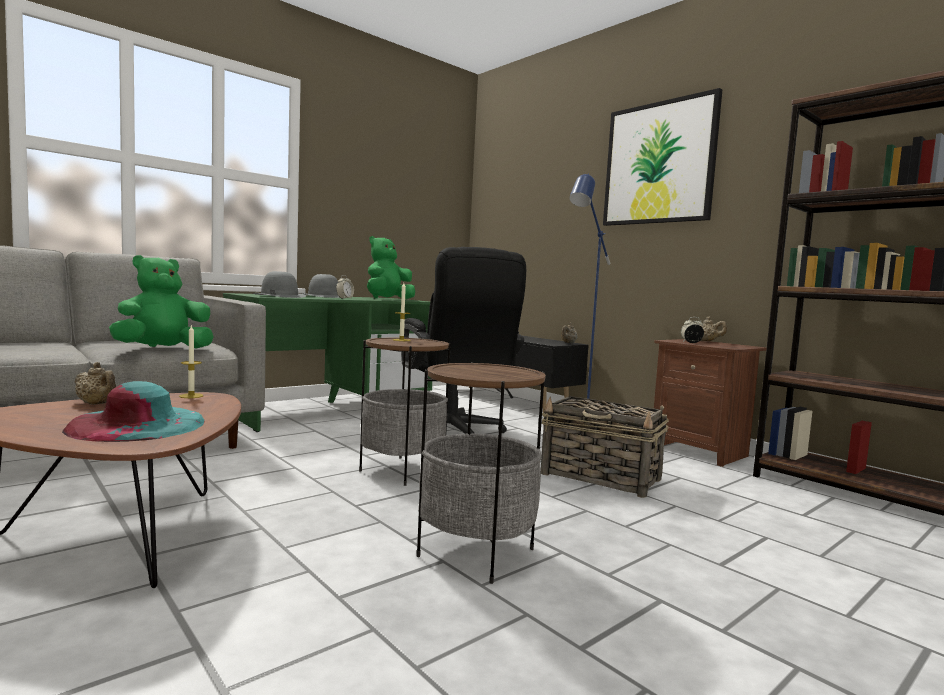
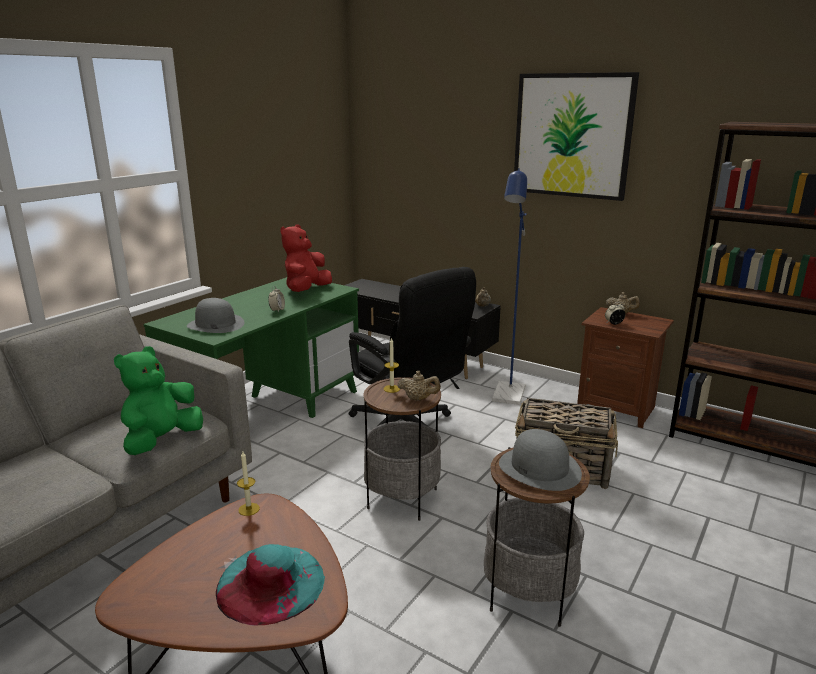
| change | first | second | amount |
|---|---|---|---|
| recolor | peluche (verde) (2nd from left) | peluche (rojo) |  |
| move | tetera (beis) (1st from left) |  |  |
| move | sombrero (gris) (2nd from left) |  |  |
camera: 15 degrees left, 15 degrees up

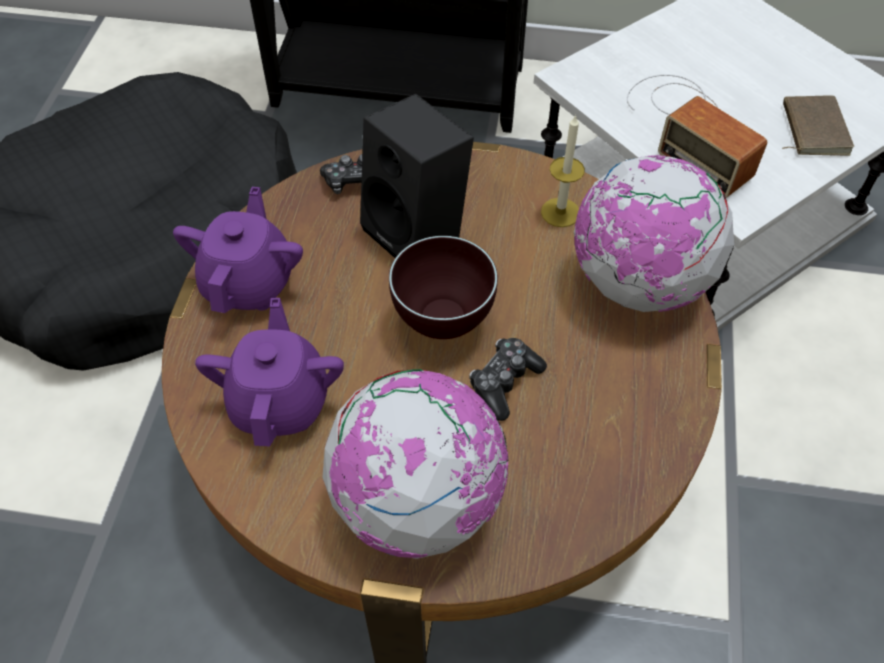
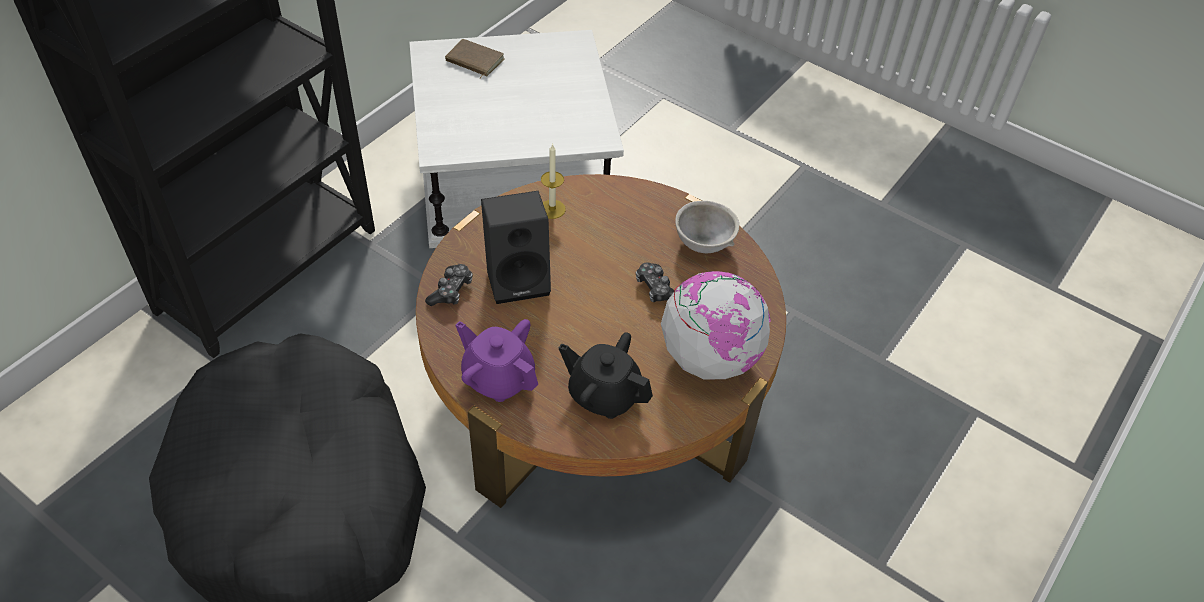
| change | first | second | amount |
|---|---|---|---|
| move | libro (marrón) |  |  |
| recolor | tetera (morado) (2nd from left) | tetera (negro) |  |
| insert |  | cuenco (gris) |  |
| delete | cuenco (marrón) |  |  |
| delete | globo terráqueo (2nd from left) |  |  |
| delete | radio |  |  |
camera: 65 degrees left, 5 degrees down

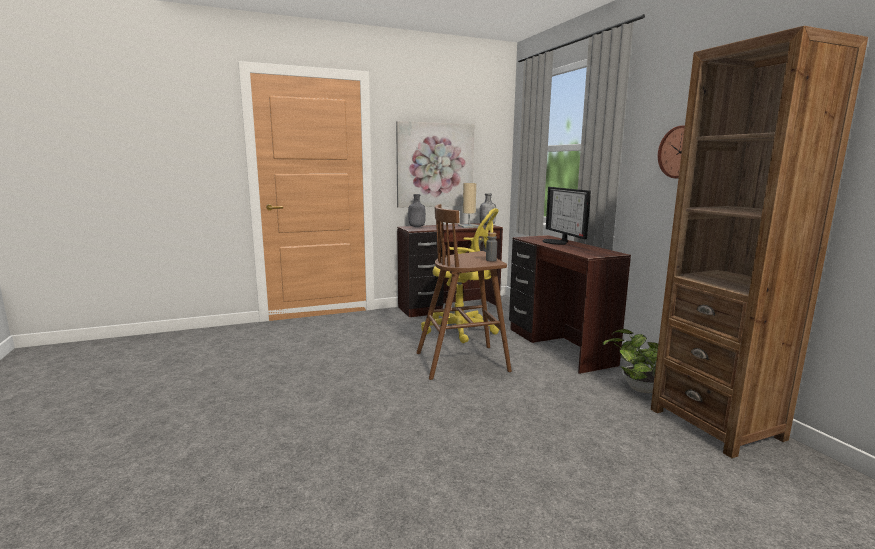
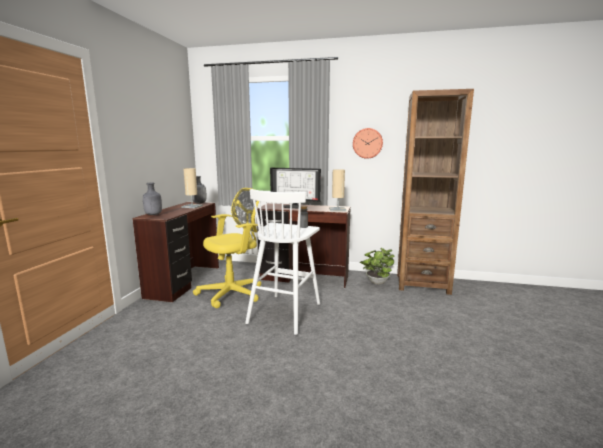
| change | first | second | amount |
|---|---|---|---|
| recolor | taburete (marrón) | taburete (blanco) |  |
| insert |  | lámpara de mesa (beis) (2nd from left) |  |
| delete | cuadro |  |  |
camera: 55 degrees left, 0 degrees up

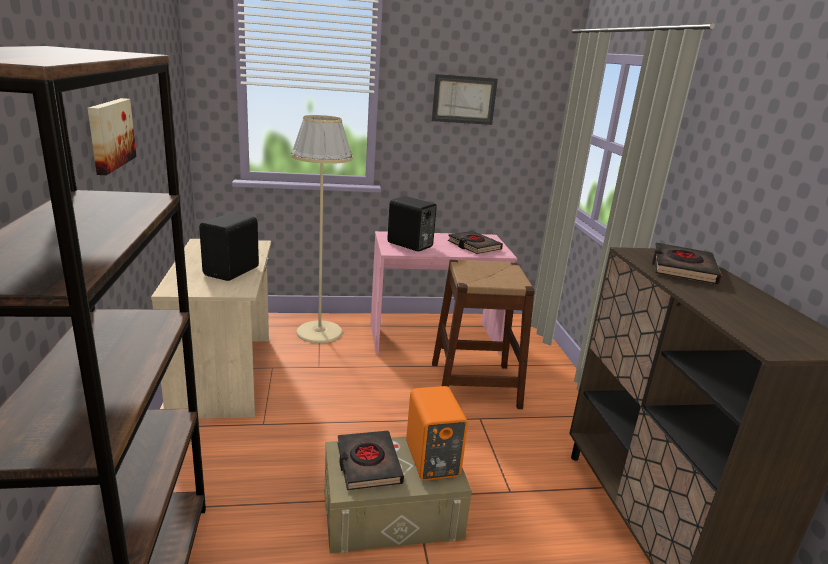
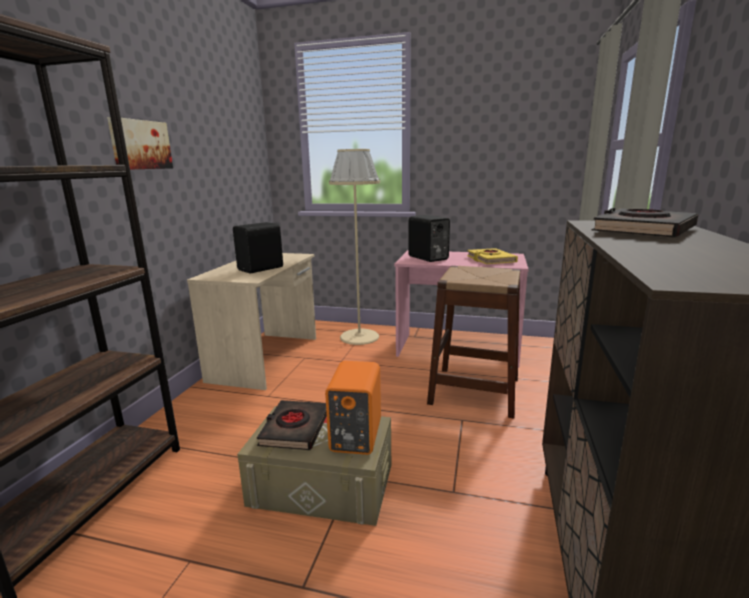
| change | first | second | amount |
|---|---|---|---|
| recolor | libro (negro) (2nd from left) | libro (amarillo) |  |
| delete | cuadro (2nd from left) |  |  |
camera: 25 degrees right, 5 degrees down

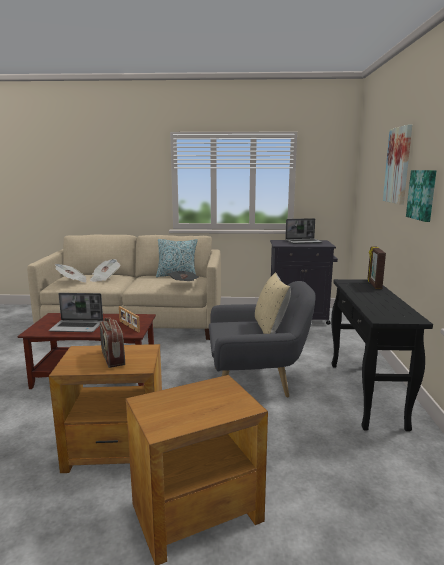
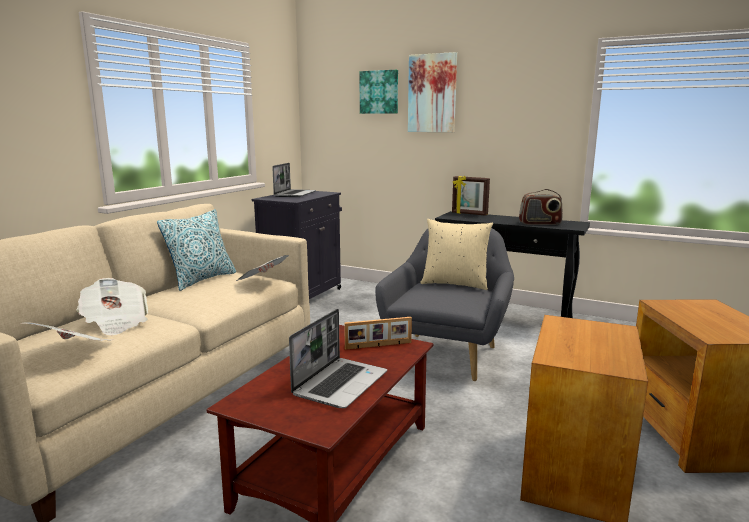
| change | first | second | amount |
|---|---|---|---|
| move | cuadro (2nd from left in the first image) | cuadro (1st from left) |  |
| move | radio |  |  |
camera: 65 degrees left, 0 degrees up

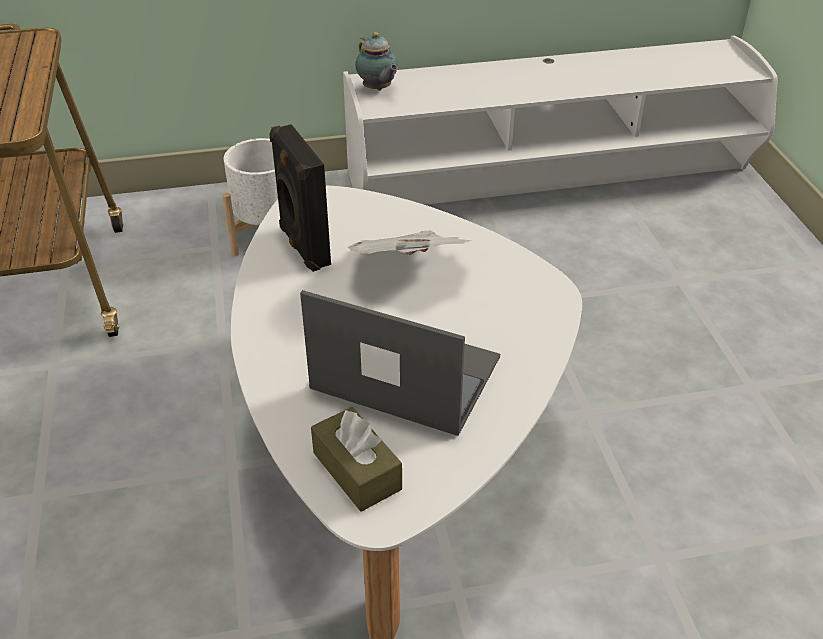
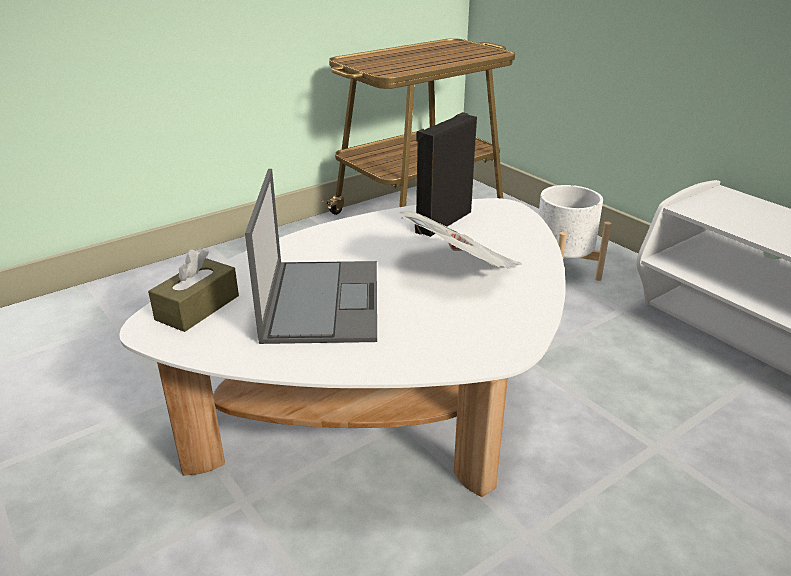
| change | first | second | amount |
|---|---|---|---|
| delete | tetera |  |  |
camera: 65 degrees right, 10 degrees down

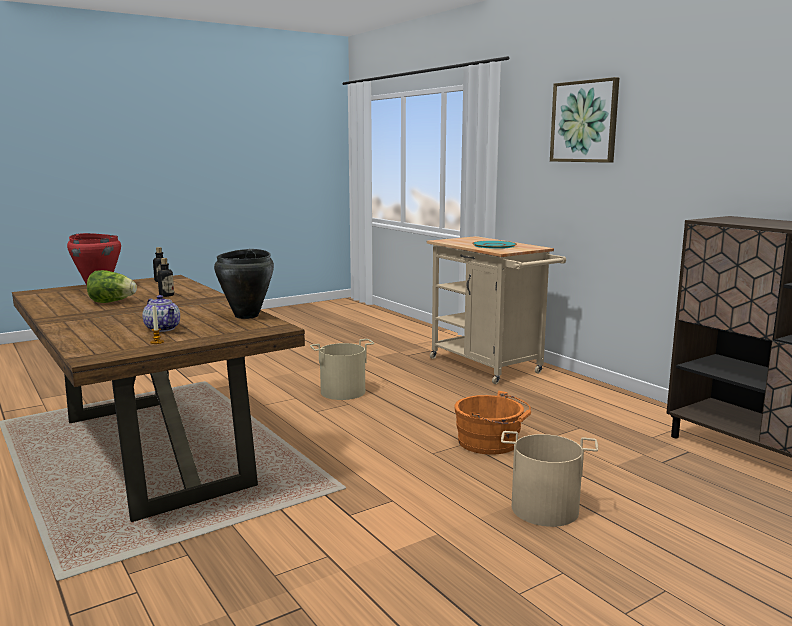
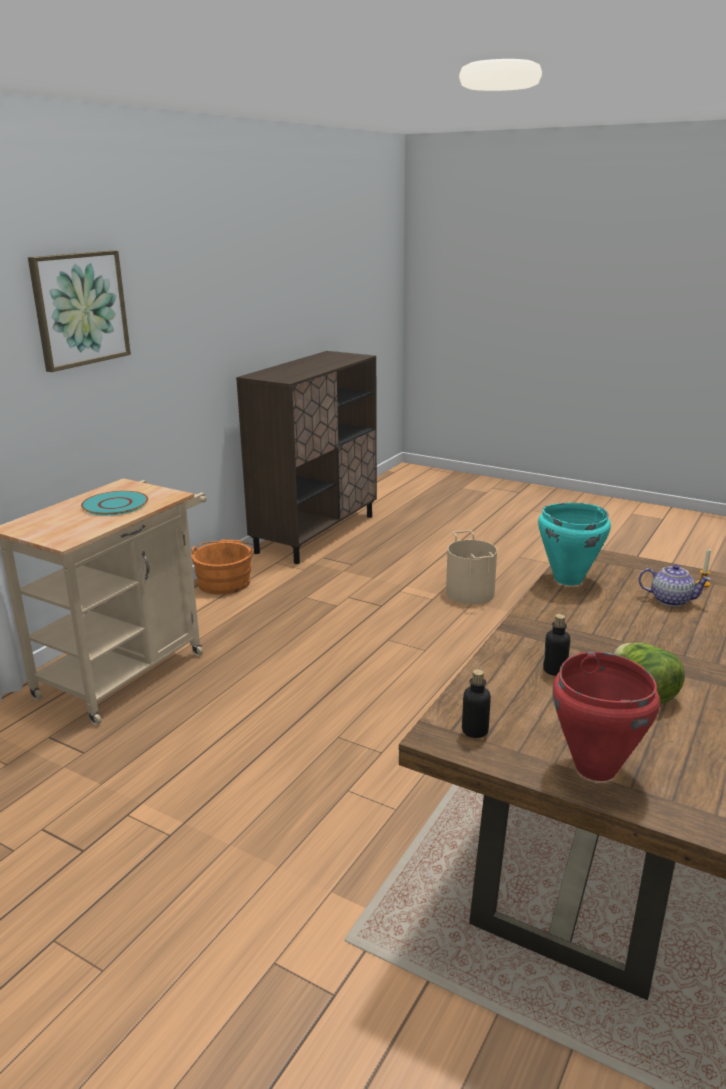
| change | first | second | amount |
|---|---|---|---|
| move | cubo (naranja) |  |  |
| recolor | olla (negro) | olla (turquesa) |  |
| rotate | tetera |  | 90 degrees clockwise |
| delete | cubo (beis) (1st from left) |  |  |
camera: 115 degrees left, 10 degrees up

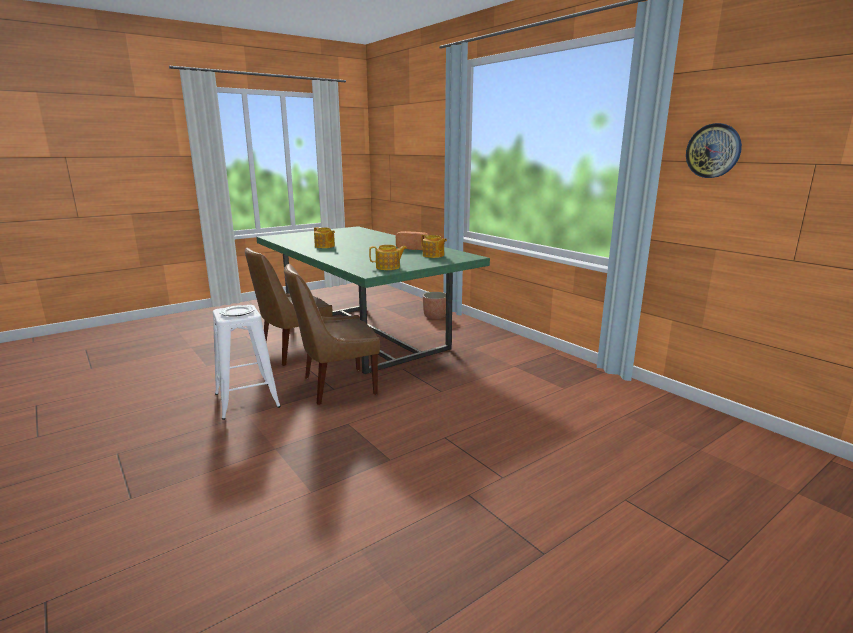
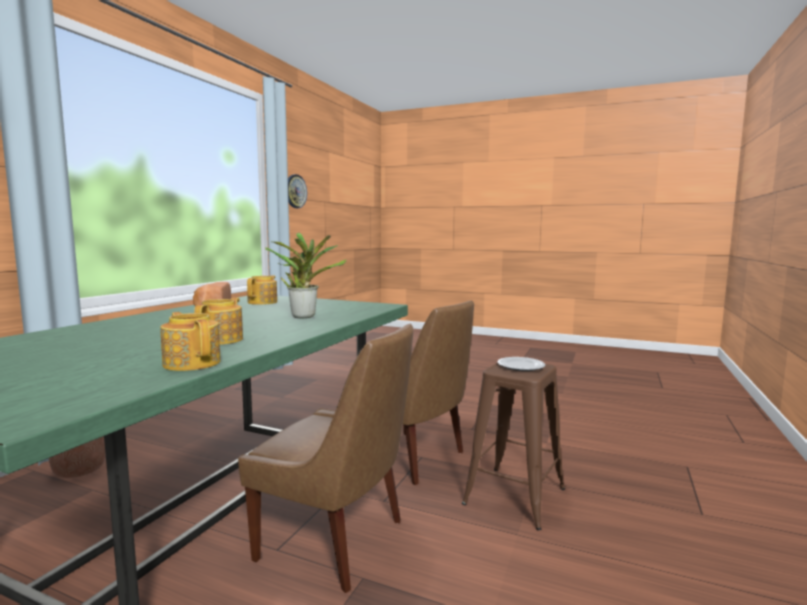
| change | first | second | amount |
|---|---|---|---|
| move | tetera (2nd from left in the first image) | tetera (1st from left) |  |
| insert |  | planta en maceta |  |
| recolor | taburete (blanco) | taburete (marrón) |  |
camera: 120 degrees left, 10 degrees down

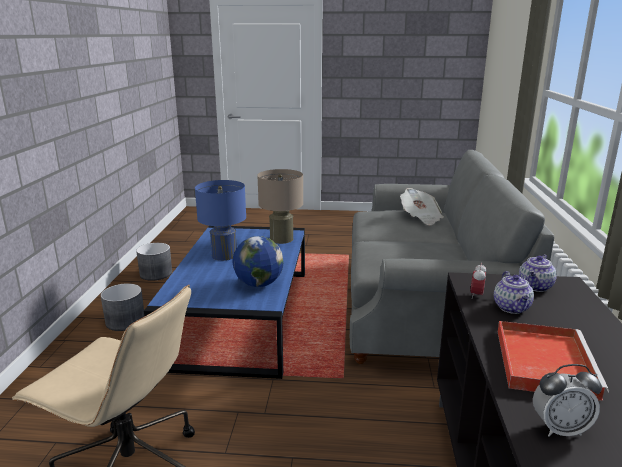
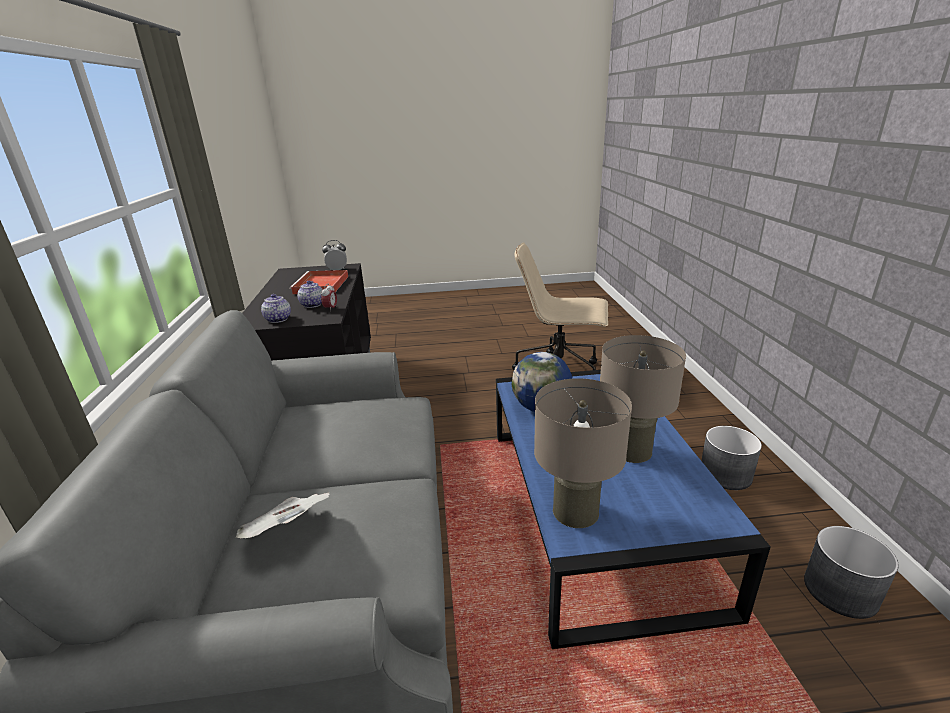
| change | first | second | amount |
|---|---|---|---|
| rotate | tetera (2nd from left in the first image) | tetera (1st from left) | 45 degrees counterclockwise |
| recolor | lámpara de mesa (azul) | lámpara de mesa (beis) (2nd from left) |  |
camera: 170 degrees right, 5 degrees up

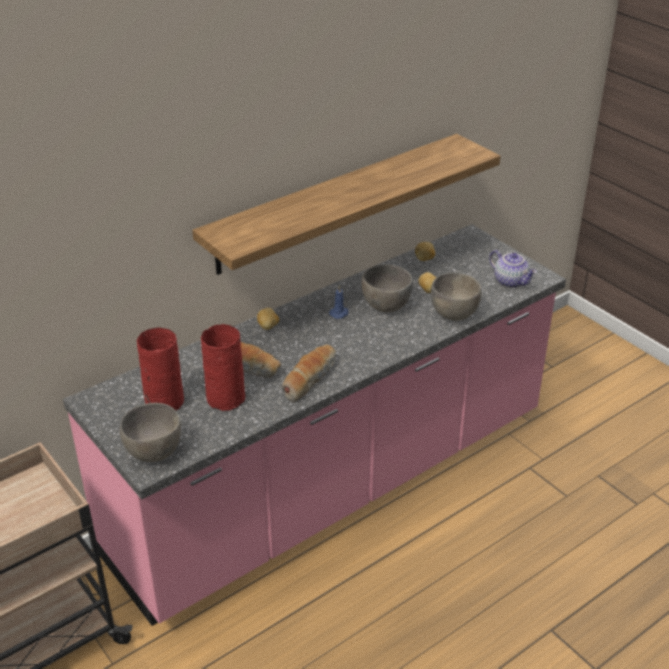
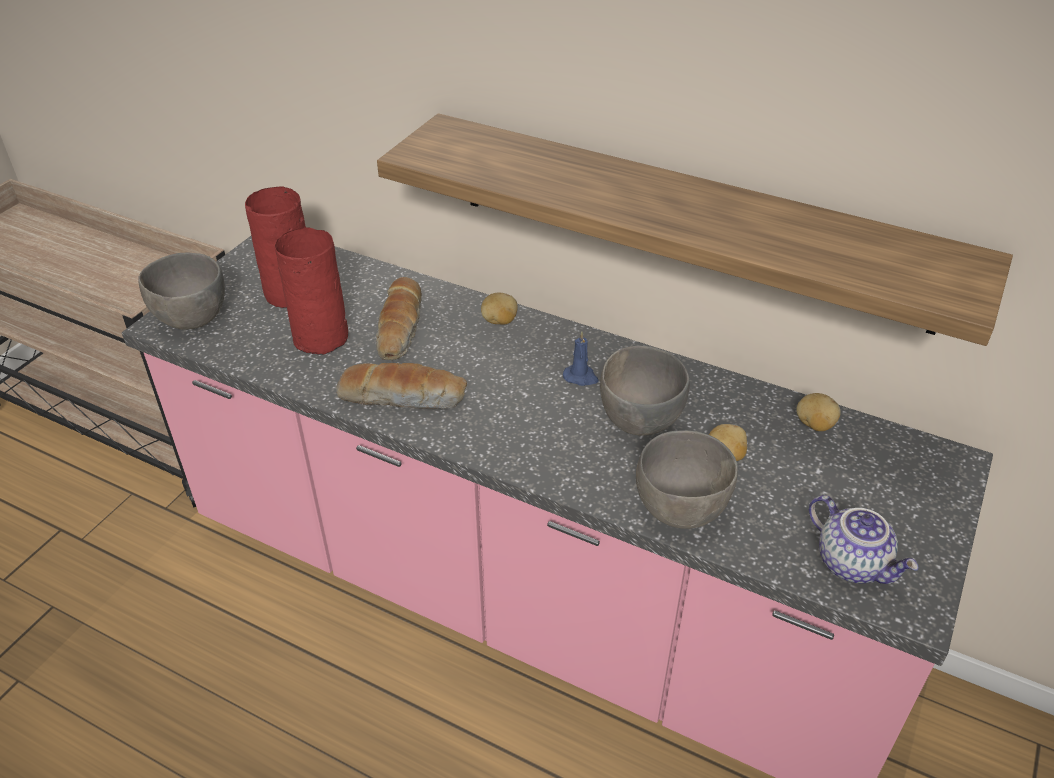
| change | first | second | amount |
|---|---|---|---|
| rotate | tetera |  | 60 degrees counterclockwise |
camera: 65 degrees right, 5 degrees up

